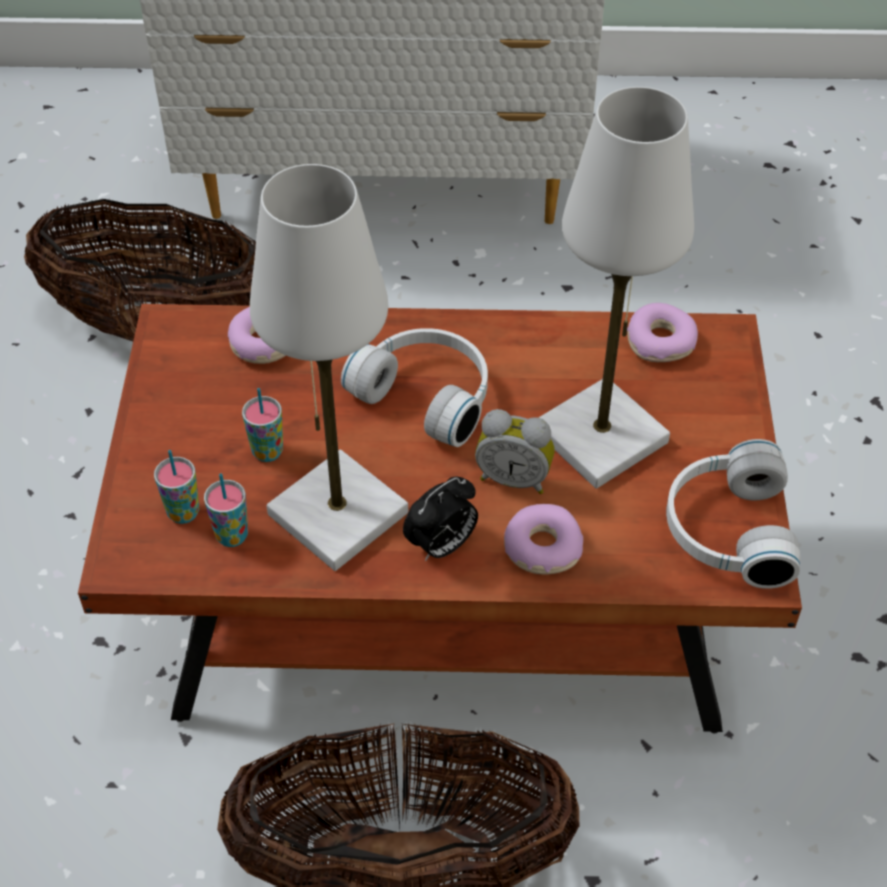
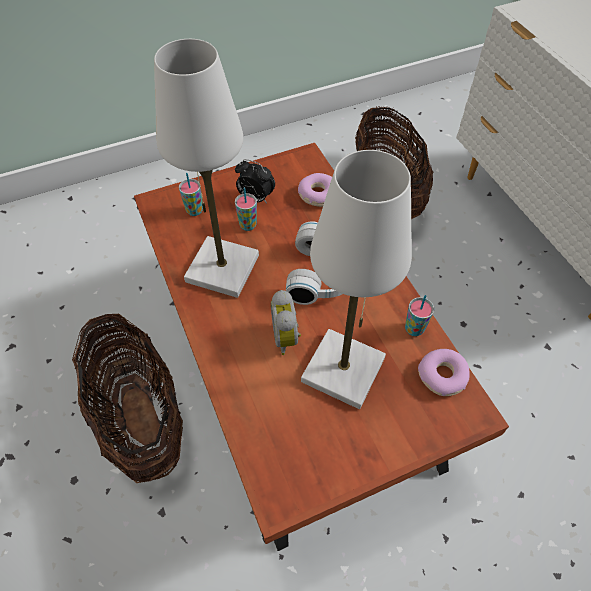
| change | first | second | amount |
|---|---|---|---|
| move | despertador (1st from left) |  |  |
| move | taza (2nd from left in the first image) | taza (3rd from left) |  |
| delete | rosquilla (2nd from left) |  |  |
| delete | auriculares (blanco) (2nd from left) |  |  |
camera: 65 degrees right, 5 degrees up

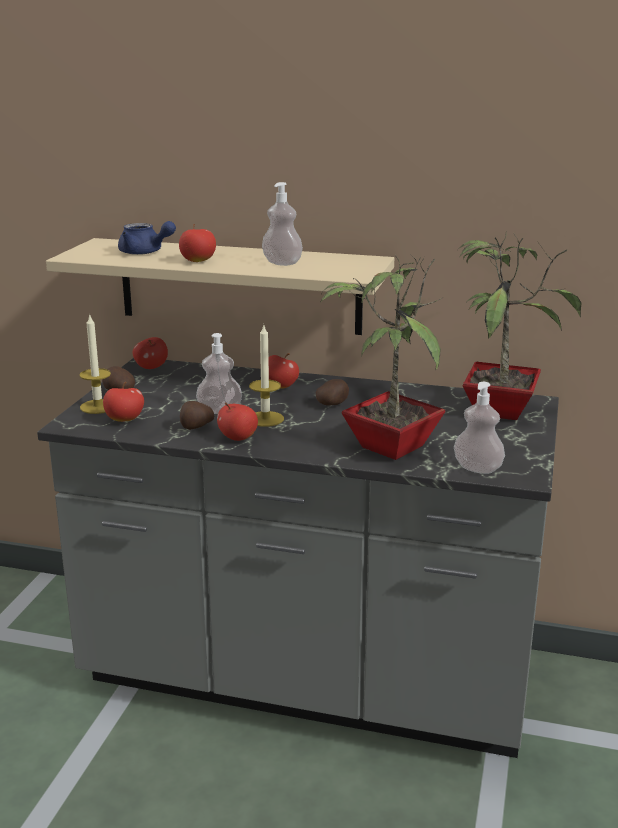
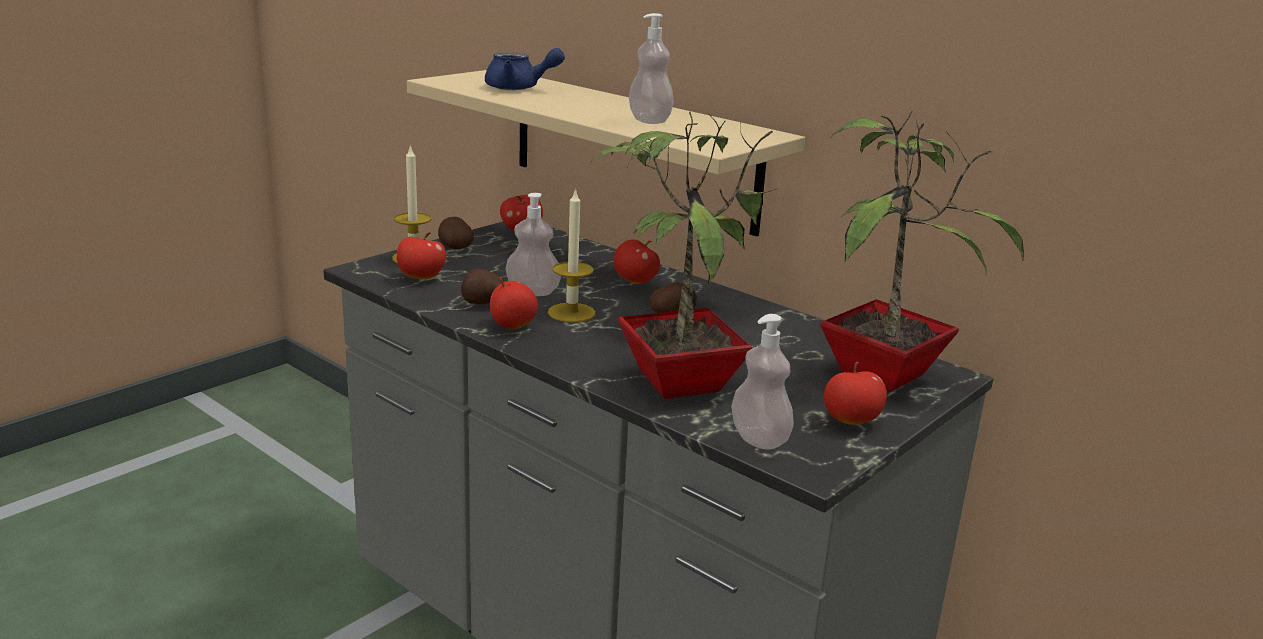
| change | first | second | amount |
|---|---|---|---|
| rotate | tetera (azul) |  | 45 degrees counterclockwise |
| move | manzana (3rd from left in the first image) | manzana (5th from left) |  |
camera: 25 degrees right, 0 degrees up

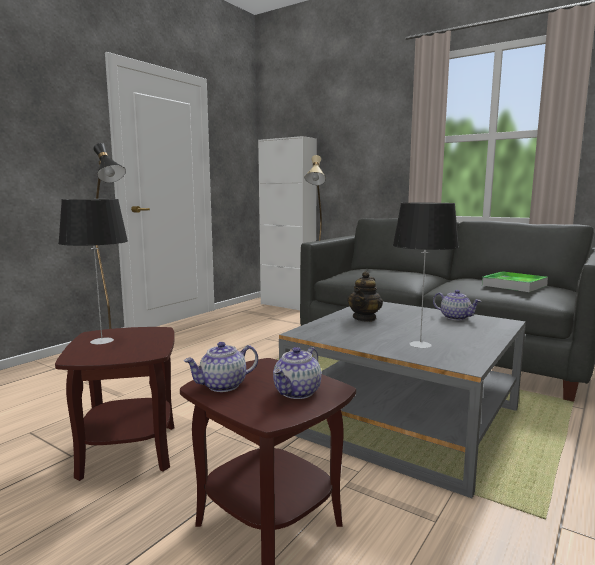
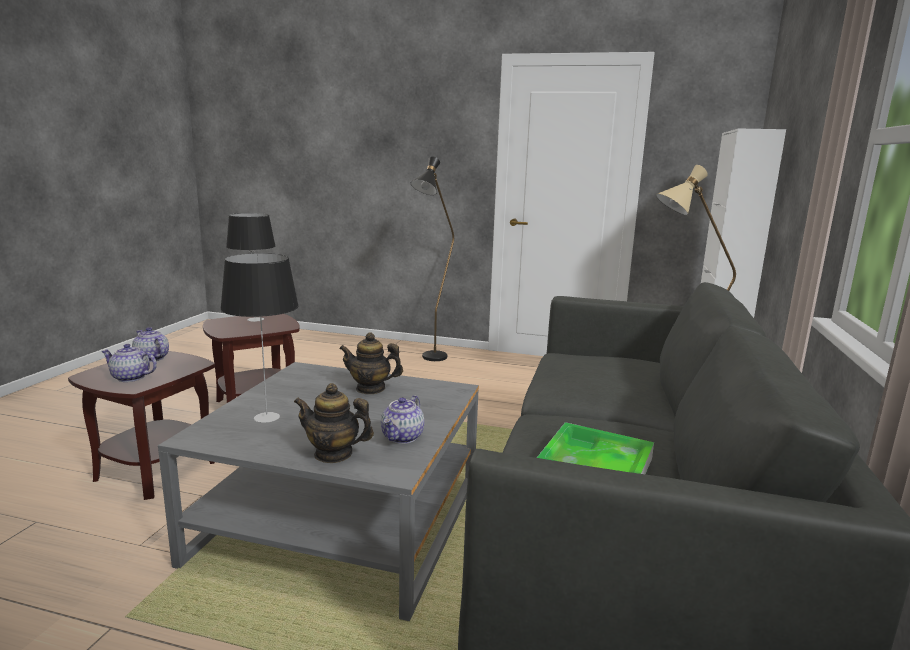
| change | first | second | amount |
|---|---|---|---|
| insert |  | tetera (3rd from left) |  |
camera: 70 degrees right, 5 degrees up

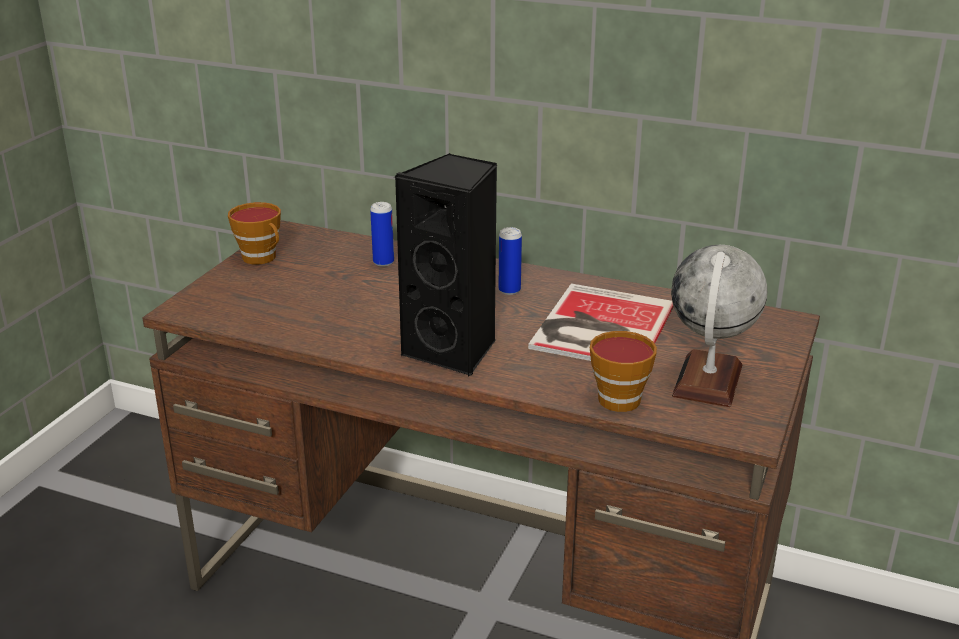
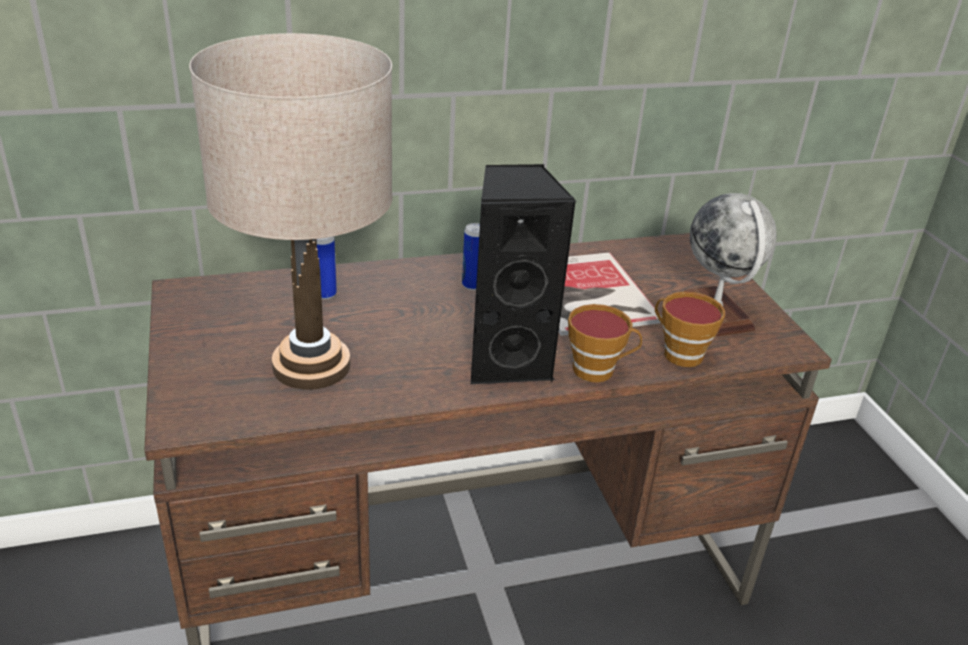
| change | first | second | amount |
|---|---|---|---|
| insert |  | lámpara de mesa (beis) |  |
| move | taza (1st from left) |  |  |
camera: 40 degrees left, 5 degrees up

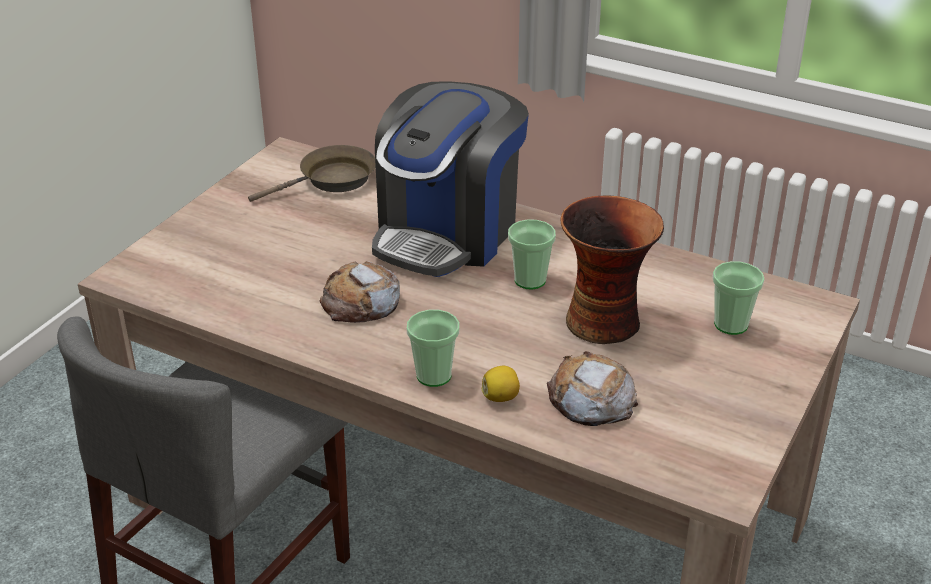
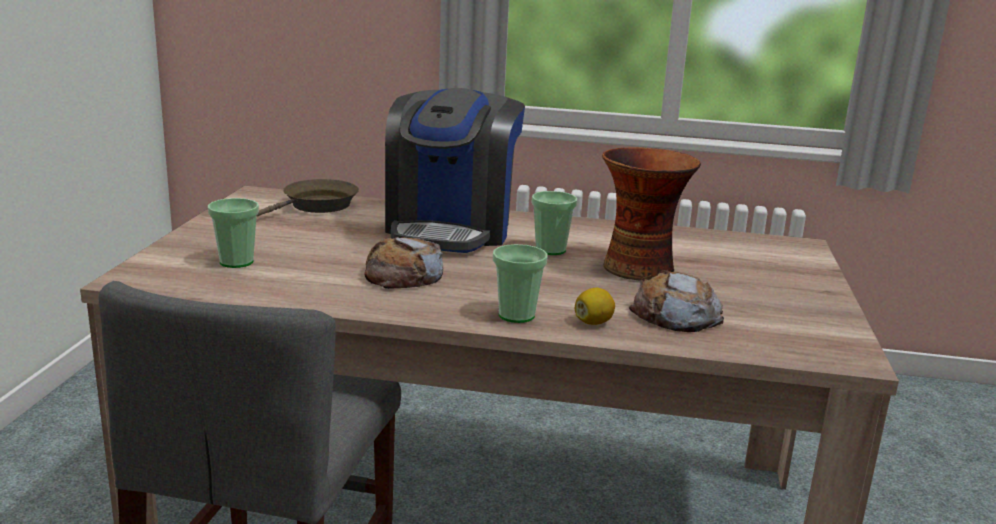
| change | first | second | amount |
|---|---|---|---|
| move | taza (3rd from left in the first image) | taza (1st from left) |  |
camera: 20 degrees left, 15 degrees down

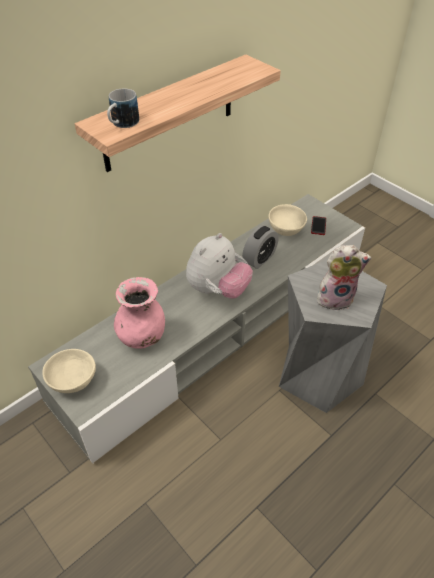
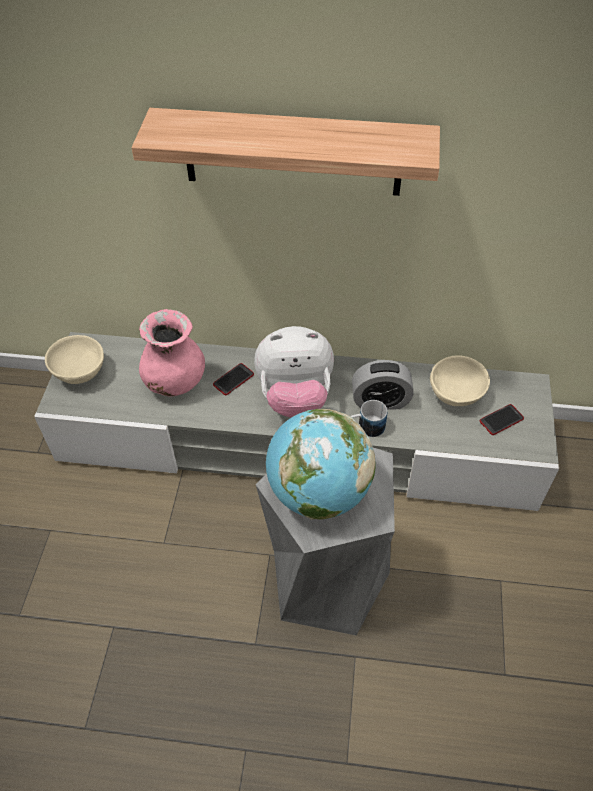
| change | first | second | amount |
|---|---|---|---|
| insert |  | móvil (1st from left) |  |
| replace | peluche (2nd from left) | globo terráqueo |  |
| move | taza grande |  |  |
camera: 50 degrees right, 5 degrees up

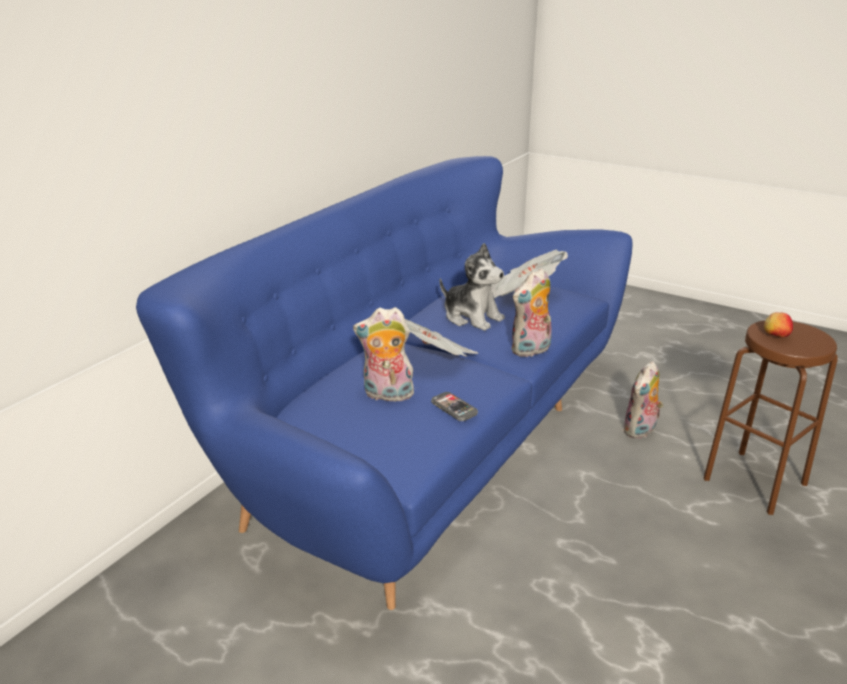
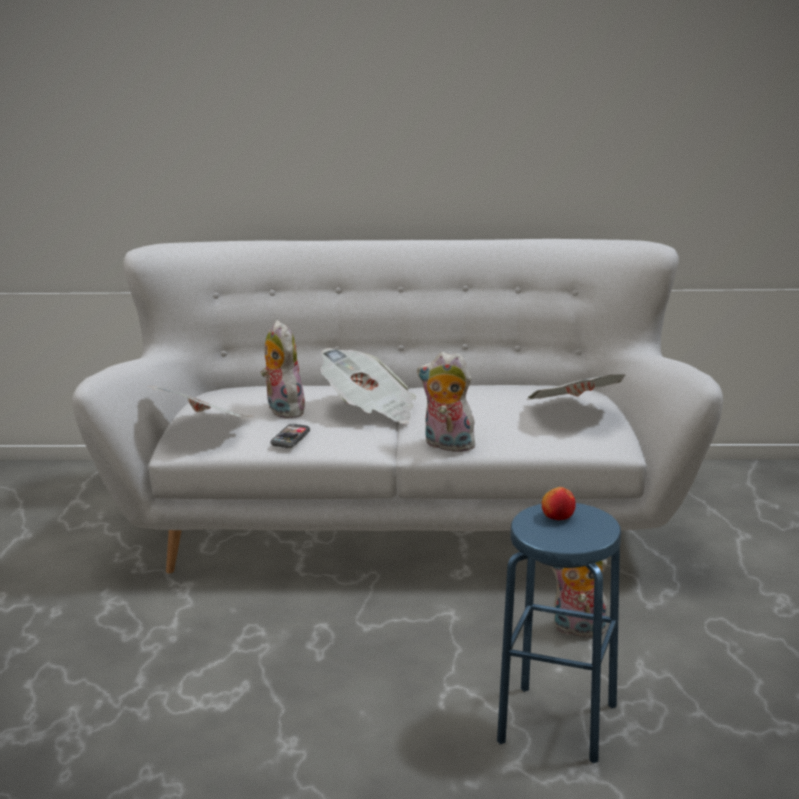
| change | first | second | amount |
|---|---|---|---|
| recolor | sofá (azul) | sofá (blanco) |  |
| insert |  | periódico (1st from left) |  |
| recolor | taburete (marrón) | taburete (azul) |  |
| delete | peluche (2nd from left) |  |  |
camera: 60 degrees right, 5 degrees down

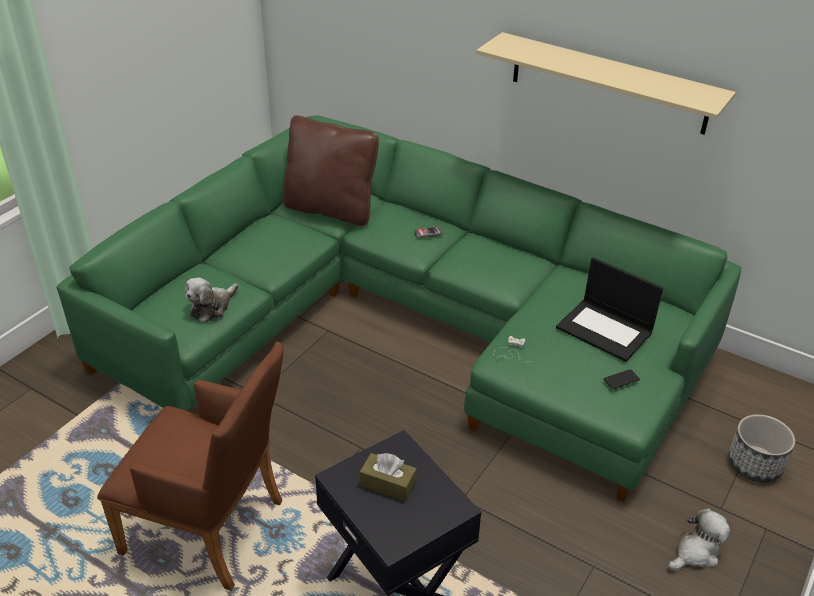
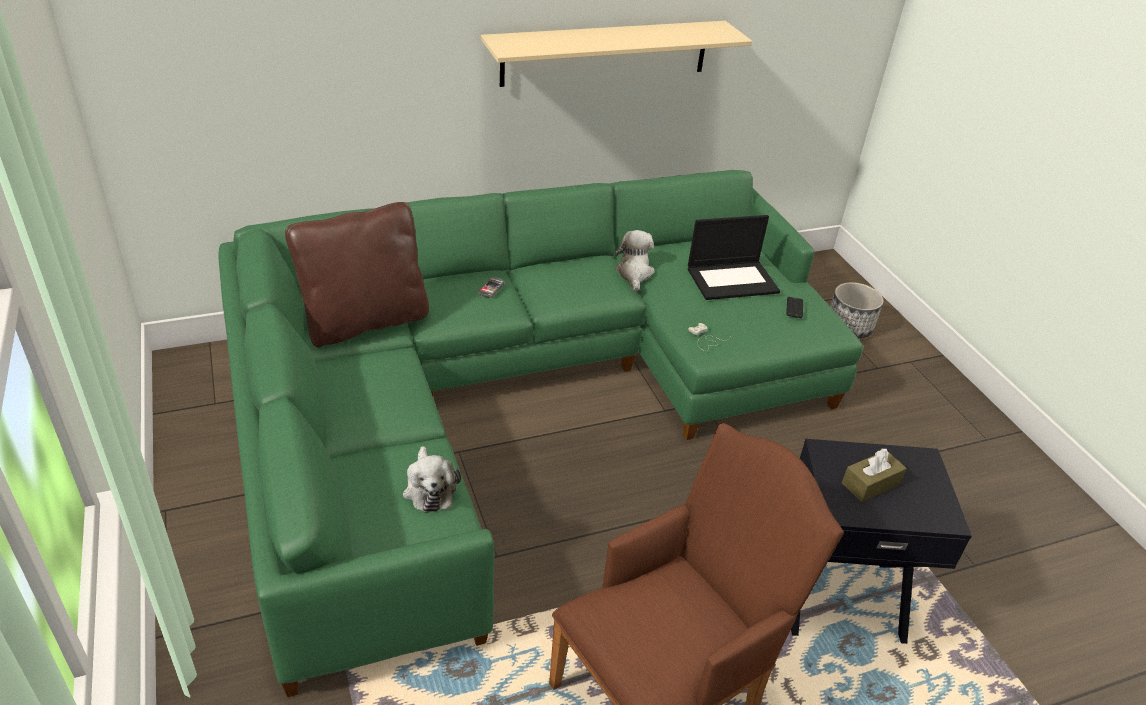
| change | first | second | amount |
|---|---|---|---|
| move | peluche (2nd from left) |  |  |
camera: 55 degrees left, 0 degrees up

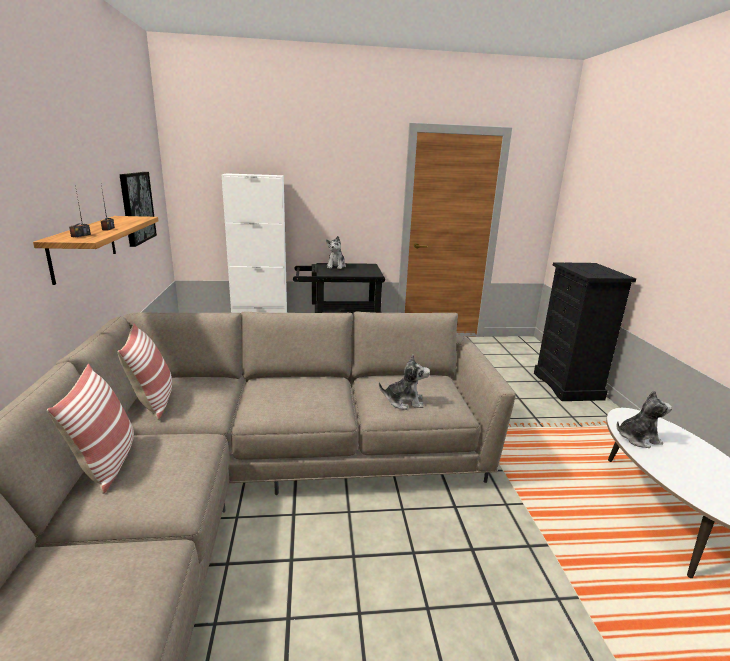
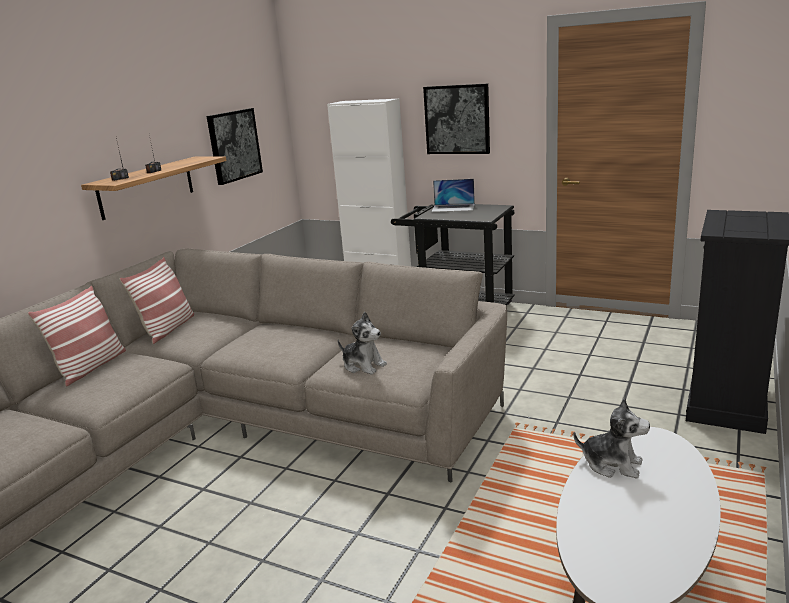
| change | first | second | amount |
|---|---|---|---|
| insert |  | cuadro (2nd from left) |  |
| replace | peluche (1st from left) | portátil |  |
camera: 35 degrees right, 0 degrees up

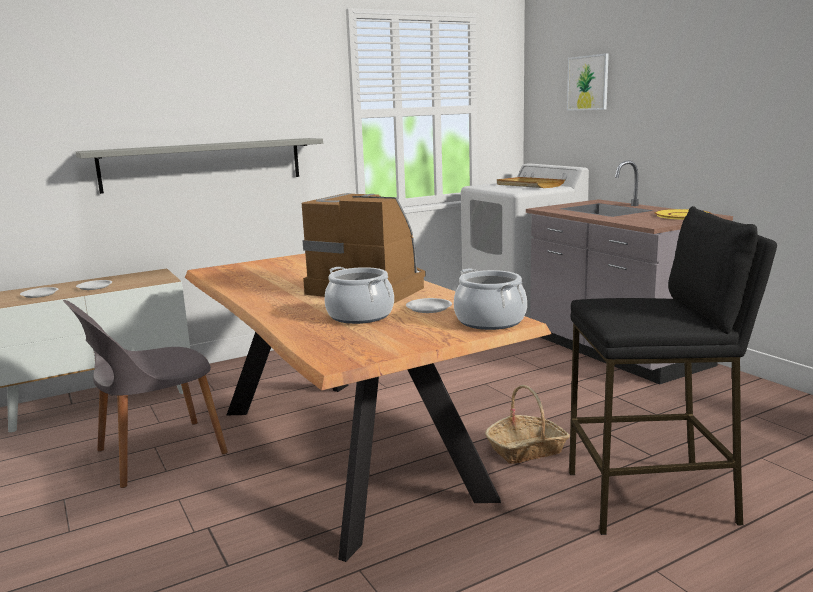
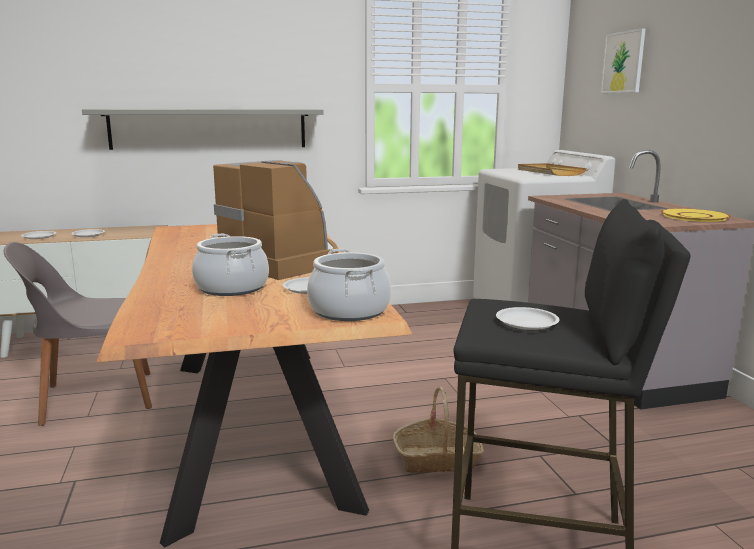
| change | first | second | amount |
|---|---|---|---|
| insert |  | plato (blanco) (4th from left) |  |
camera: 15 degrees right, 0 degrees up

